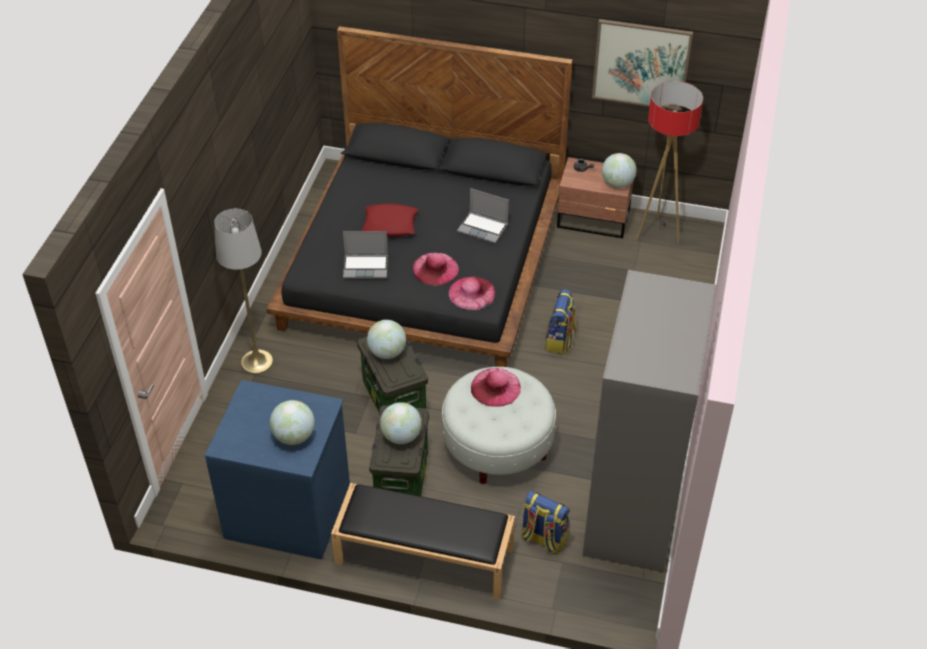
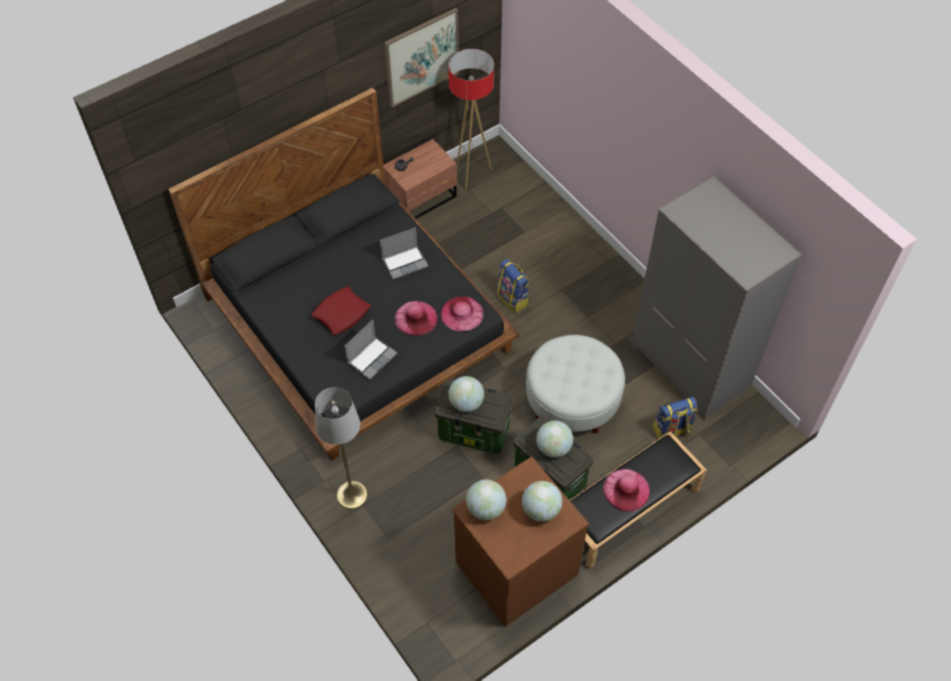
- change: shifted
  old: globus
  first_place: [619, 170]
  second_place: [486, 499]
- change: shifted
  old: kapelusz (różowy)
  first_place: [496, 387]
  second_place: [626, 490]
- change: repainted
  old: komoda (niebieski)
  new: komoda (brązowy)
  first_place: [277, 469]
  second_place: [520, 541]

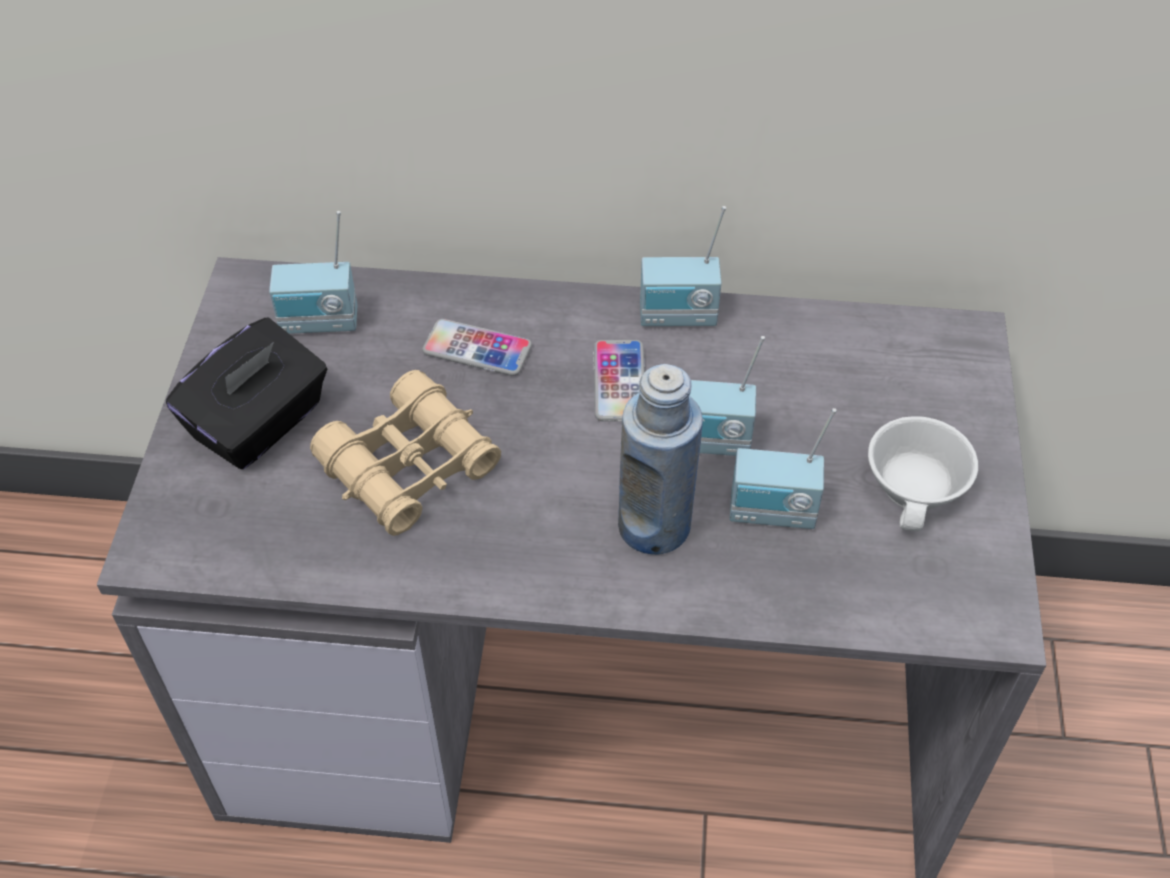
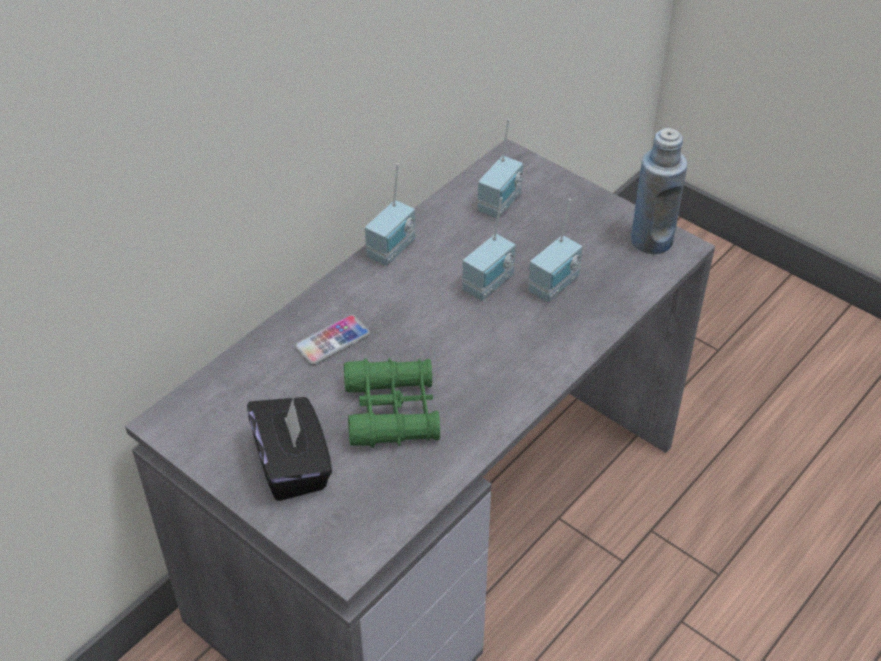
- change: shifted
  old: radio
  first_place: [313, 272]
  second_place: [500, 169]
- change: gone
  old: telefon
  first_place: [619, 380]
- change: shifted
  old: butelka (niebieski)
  first_place: [660, 459]
  second_place: [659, 191]
- change: repainted
  old: lornetka (beżowy)
  new: lornetka (zielony)
  first_place: [405, 453]
  second_place: [392, 403]
- change: gone
  old: filiżanka (biały)
  first_place: [923, 473]

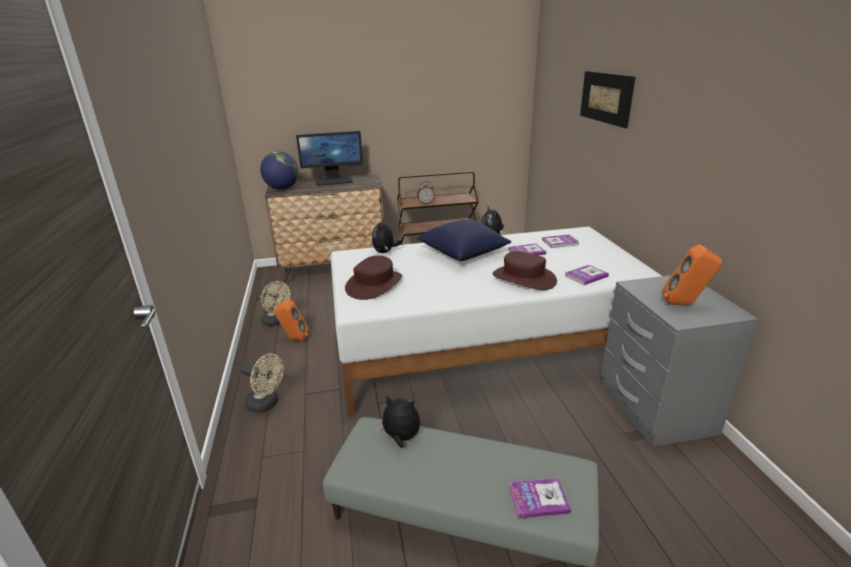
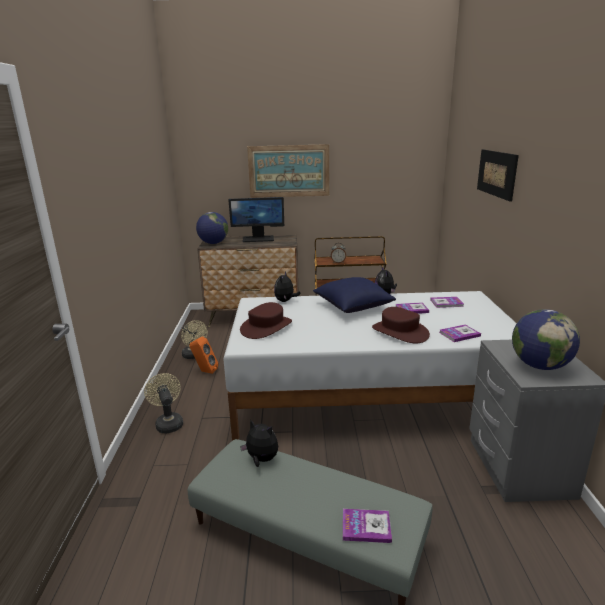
- change: swapped
  old: głośnik (pomarańczowy)
  new: globus
  first_place: [692, 274]
  second_place: [546, 339]
- change: rotated
  old: wentylator (beżowy)
  first_place: [262, 383]
  second_place: [163, 403]
  degrees: -150
- change: new
  new: obraz
  second_place: [288, 171]

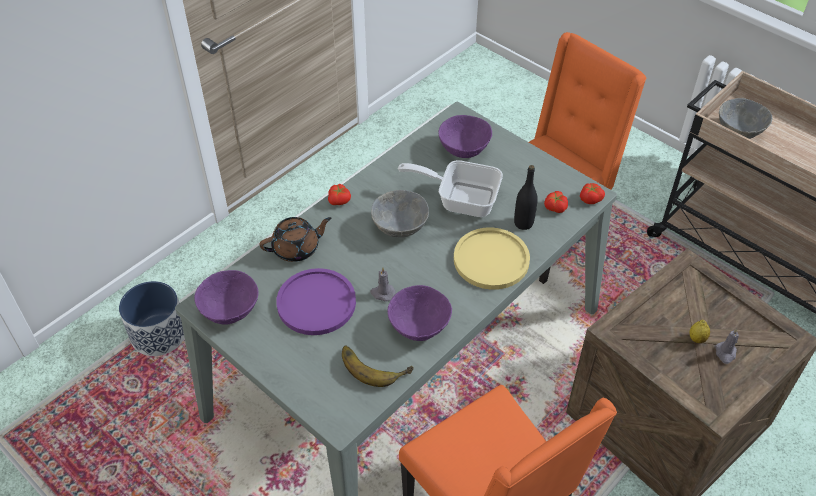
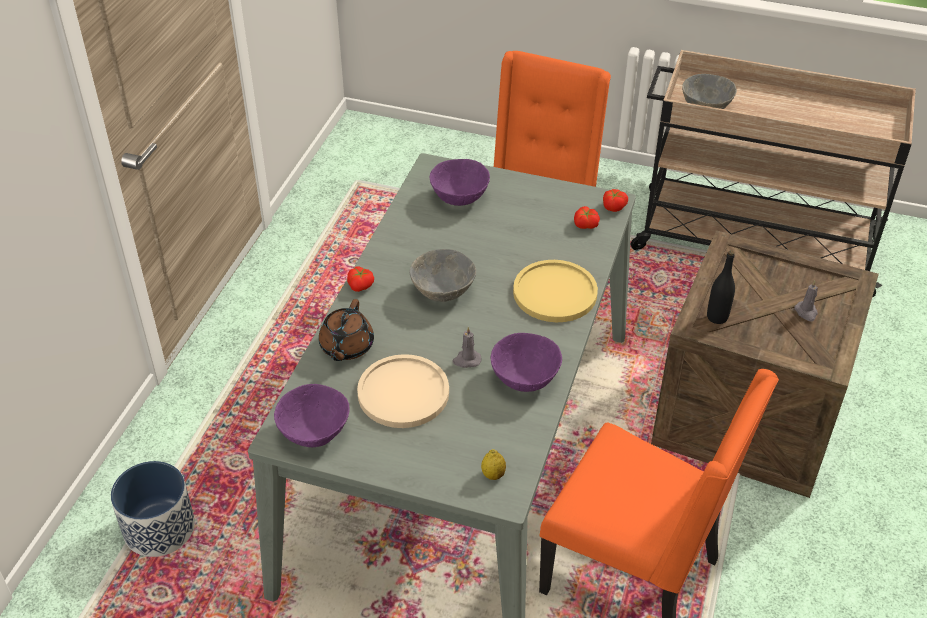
- change: gone
  old: patelnia
  first_place: [450, 188]
- change: shifted
  old: butelka (czarny)
  first_place: [526, 197]
  second_place: [721, 287]
- change: rotated
  old: imbryk (brązowy)
  first_place: [295, 239]
  second_place: [346, 330]
  degrees: 150
- change: repainted
  old: talerz (fioletowy)
  new: talerz (beżowy)
  first_place: [316, 301]
  second_place: [403, 391]
- change: shifted
  old: cytryna
  first_place: [700, 331]
  second_place: [493, 464]
- change: gone
  old: banan
  first_place: [378, 366]

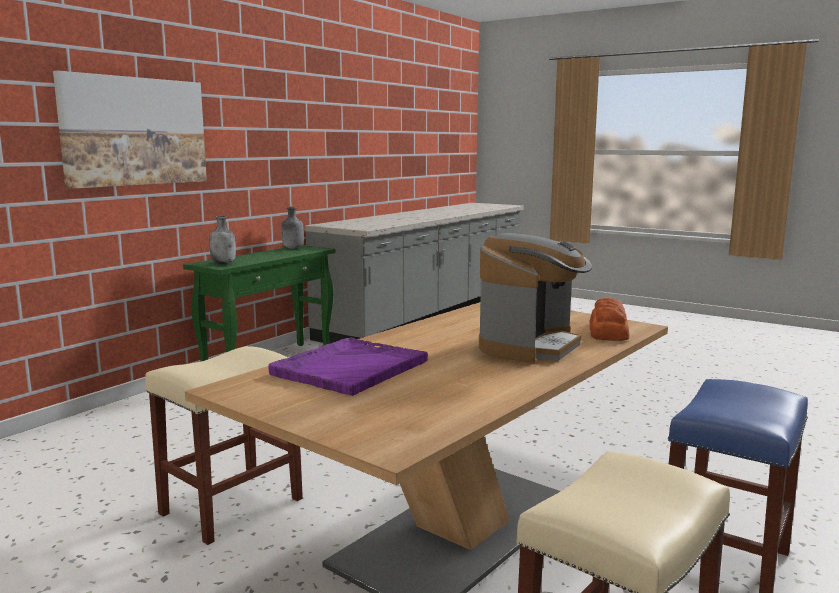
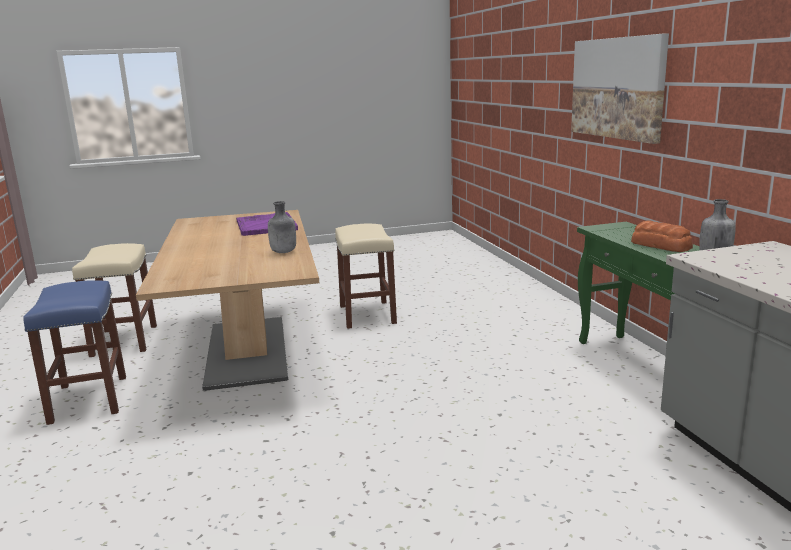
- change: shifted
  old: butelka (szary)
  first_place: [222, 240]
  second_place: [282, 227]
- change: gone
  old: ekspres do kawy
  first_place: [535, 298]
- change: shifted
  old: chleb
  first_place: [609, 319]
  second_place: [662, 236]

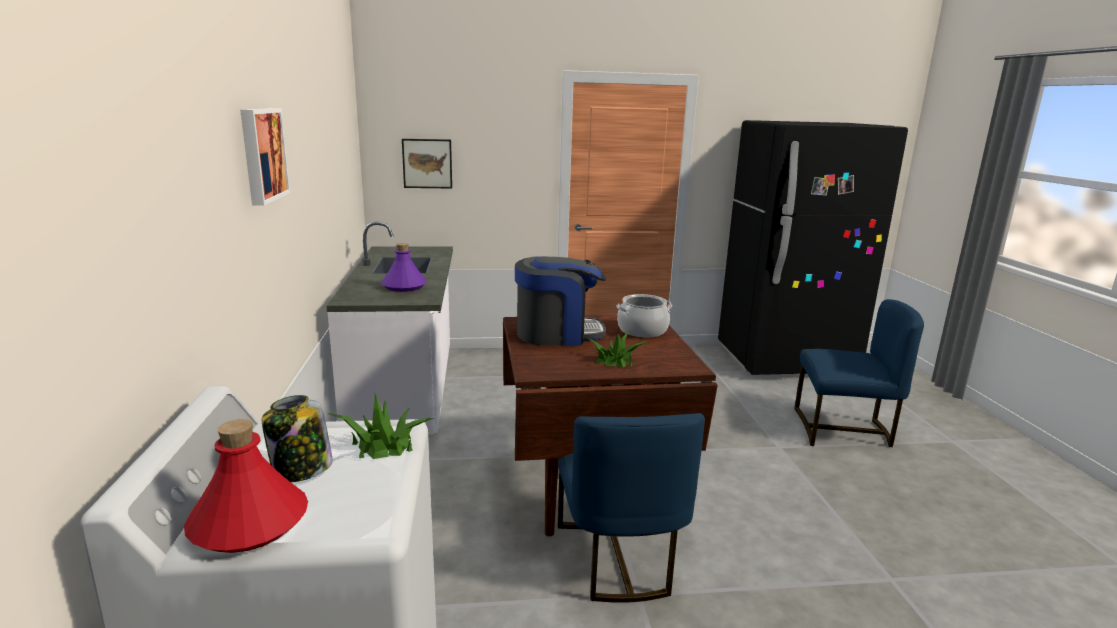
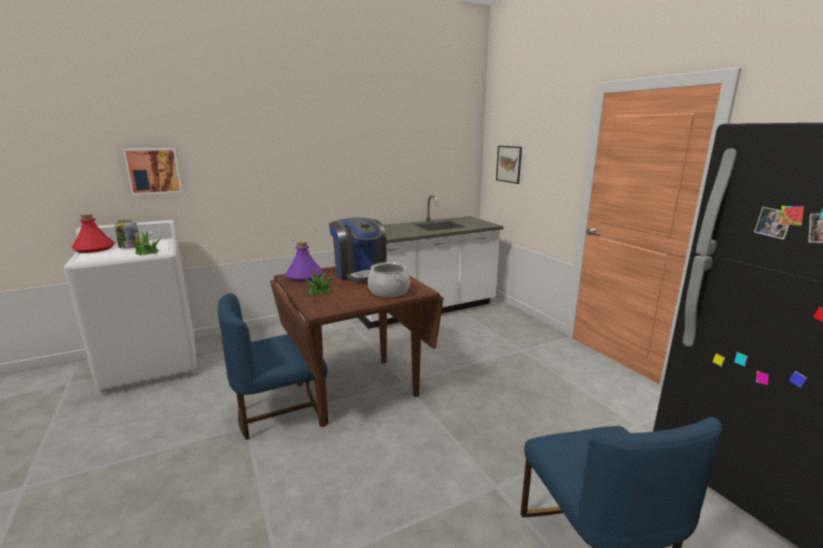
- change: shifted
  old: obraz
  first_place: [265, 157]
  second_place: [152, 171]
- change: shifted
  old: butelka (fioletowy)
  first_place: [404, 267]
  second_place: [304, 261]

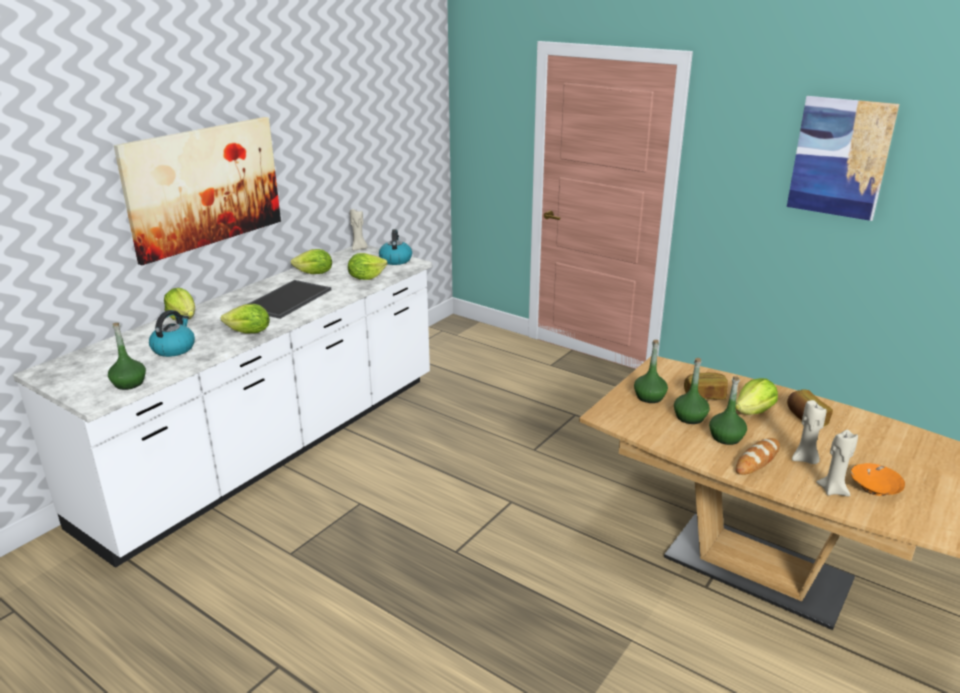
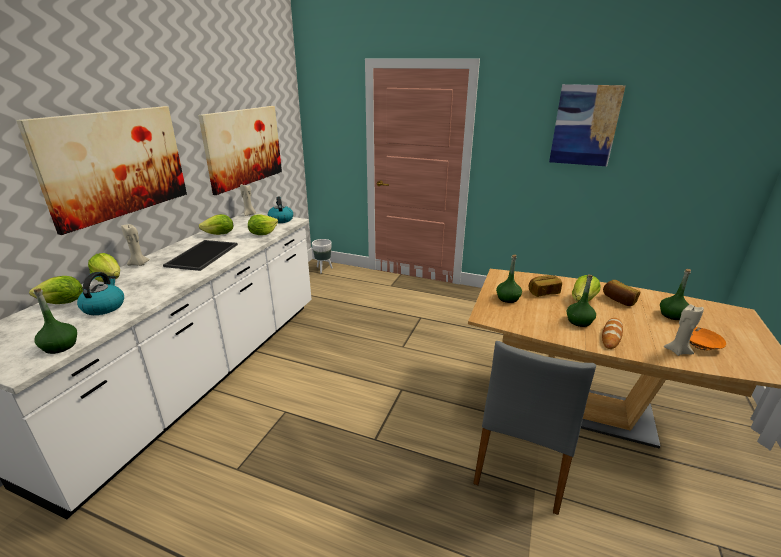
- change: shifted
  old: sałata
  first_place: [245, 318]
  second_place: [56, 290]
- change: shifted
  old: butelka (zielony)
  first_place: [692, 391]
  second_place: [675, 294]
- change: shifted
  old: świeca (beżowy)
  first_place: [809, 432]
  second_place: [135, 245]
- change: new
  new: obraz
  second_place: [240, 150]
- change: new
  new: donica (biały)
  second_place: [322, 256]
- change: new
  new: krzesło (szary)
  second_place: [534, 428]

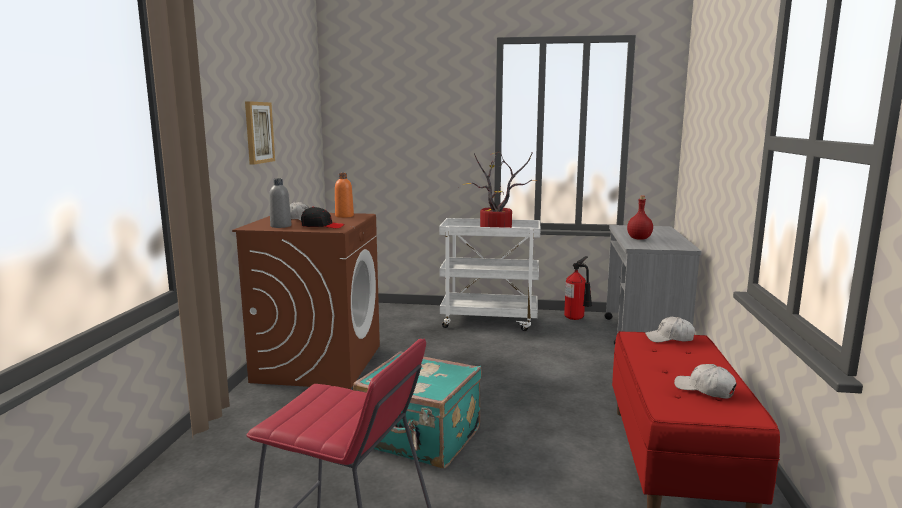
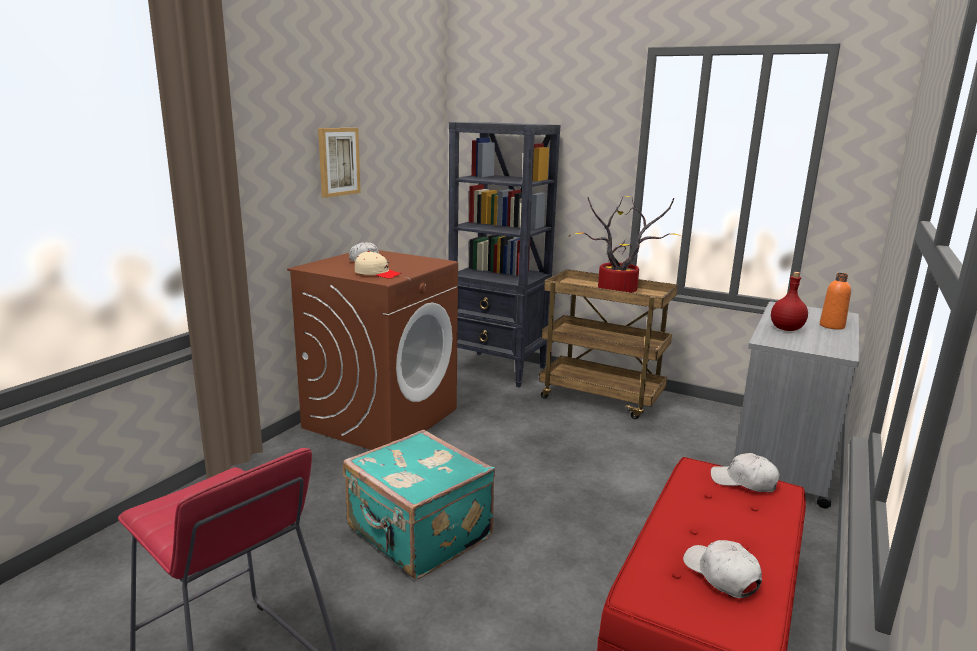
- change: shifted
  old: butelka (pomarańczowy)
  first_place: [344, 195]
  second_place: [835, 301]
- change: gone
  old: butelka (szary)
  first_place: [280, 203]
- change: repainted
  old: czapka z daszkiem (czarny)
  new: czapka z daszkiem (beżowy)
  first_place: [322, 217]
  second_place: [378, 264]
- change: repainted
  old: wózek (biały)
  new: wózek (brązowy)
  first_place: [490, 274]
  second_place: [608, 344]
- change: gone
  old: gaśnica
  first_place: [578, 288]
- change: new
  new: regał (czarny)
  second_place: [504, 255]

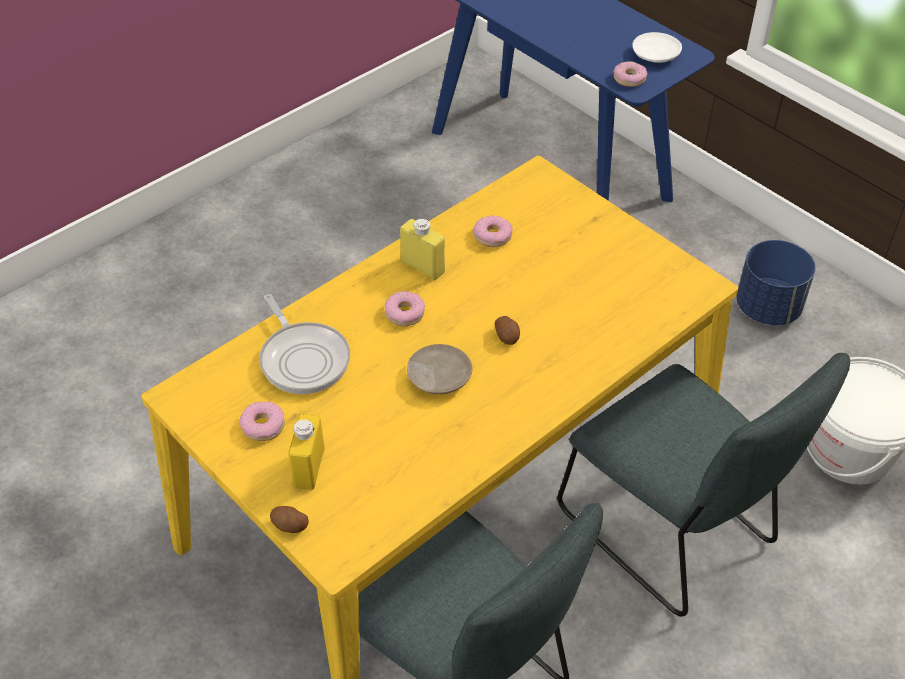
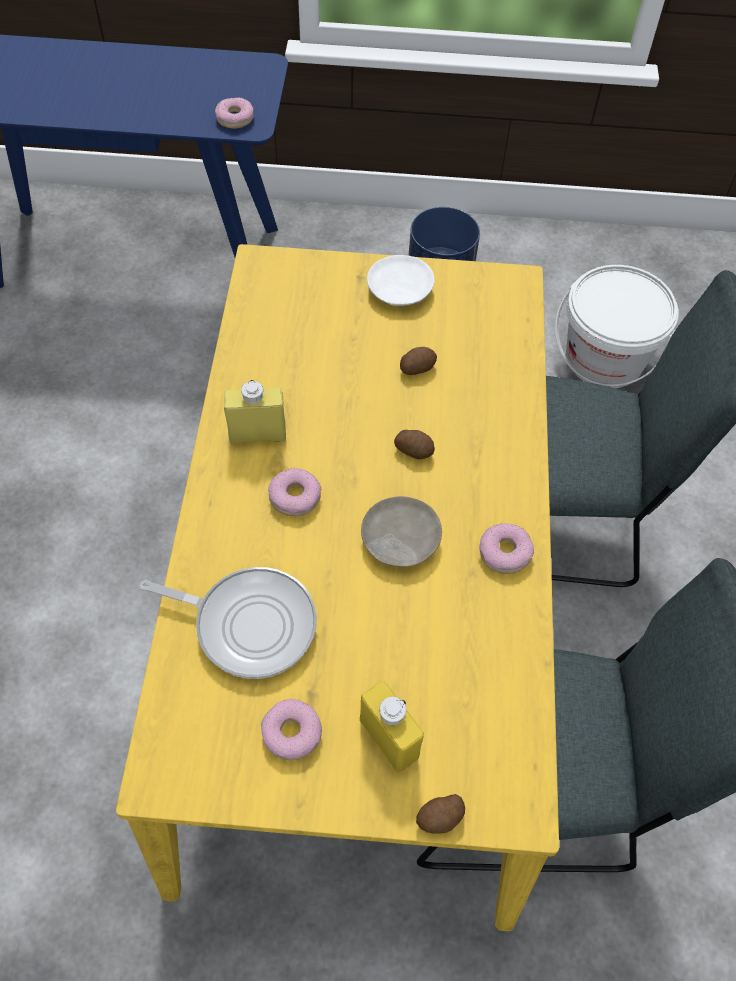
- change: shifted
  old: talerz (biały)
  first_place: [657, 47]
  second_place: [401, 280]
- change: shifted
  old: donut
  first_place: [493, 231]
  second_place: [506, 548]
- change: new
  new: ziemniak
  second_place: [418, 361]

